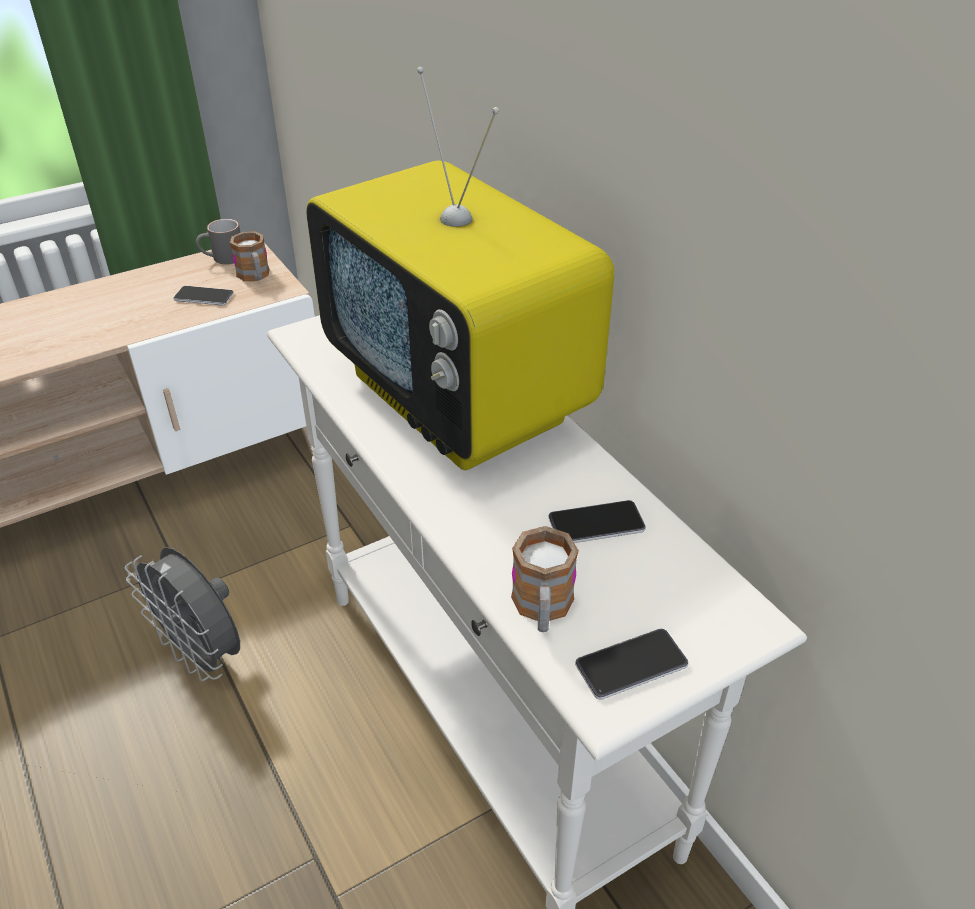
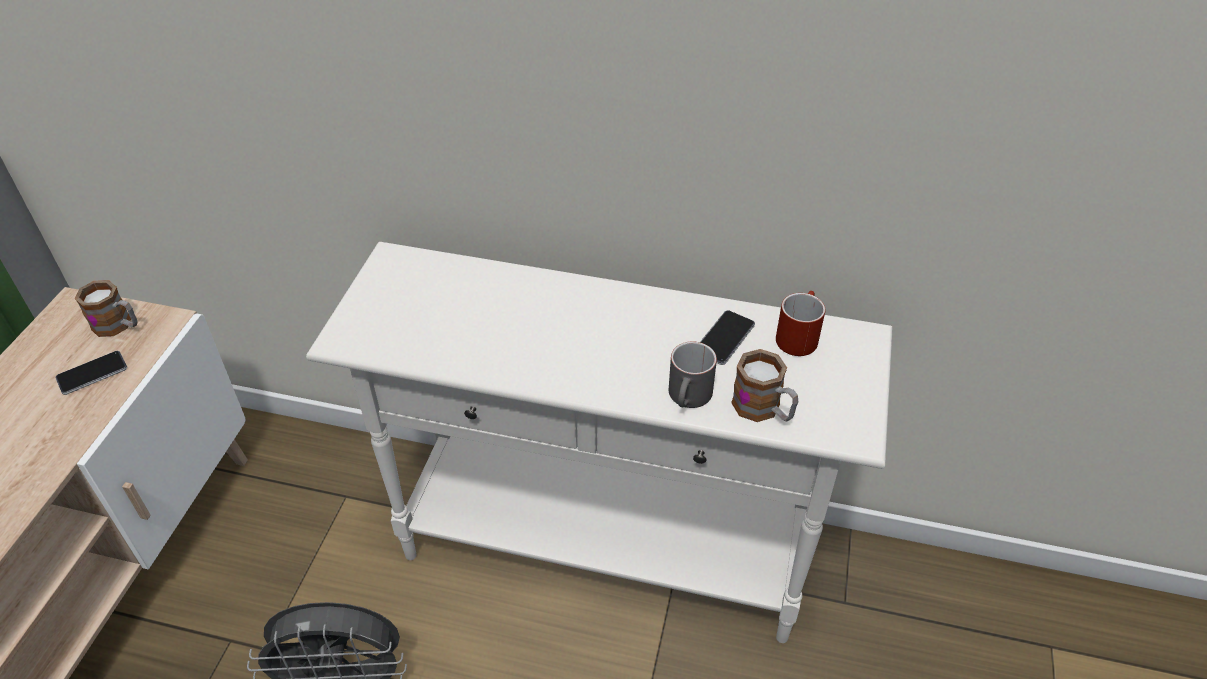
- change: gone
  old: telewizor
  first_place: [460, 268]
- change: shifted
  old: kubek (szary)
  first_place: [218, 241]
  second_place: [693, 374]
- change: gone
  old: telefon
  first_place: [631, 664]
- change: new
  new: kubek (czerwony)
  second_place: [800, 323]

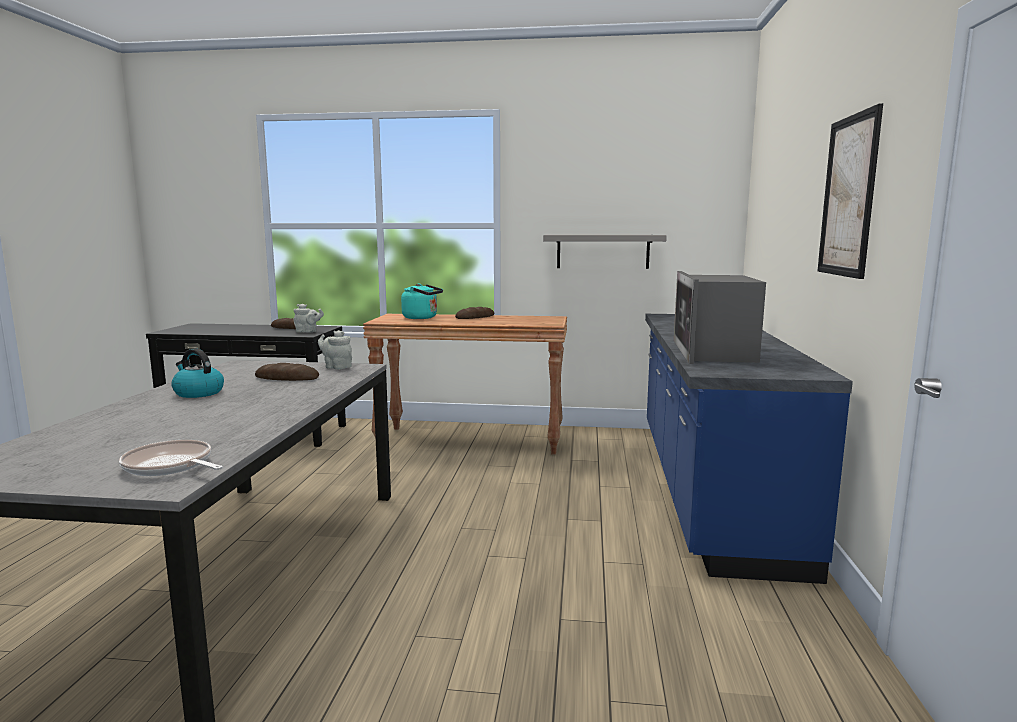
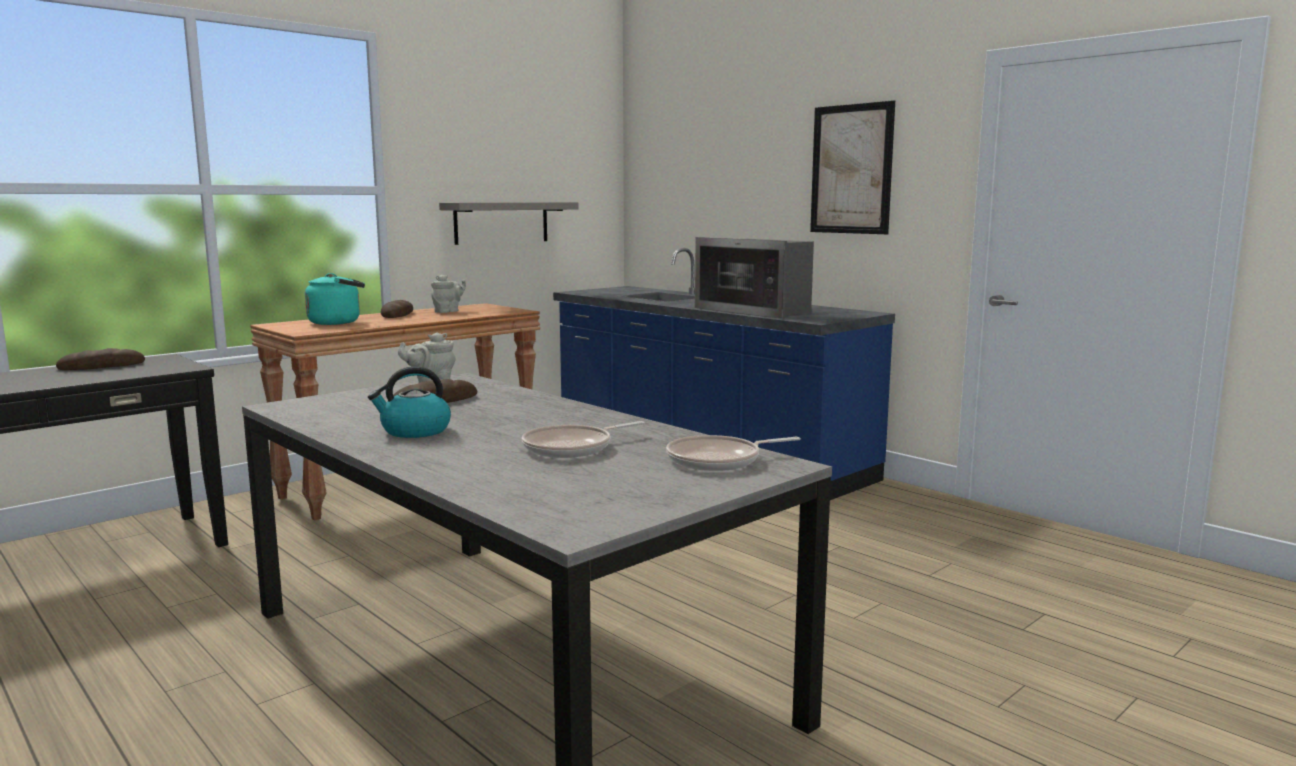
- change: shifted
  old: imbryk (szary)
  first_place: [309, 318]
  second_place: [448, 294]
- change: new
  new: patelnia
  second_place: [583, 439]

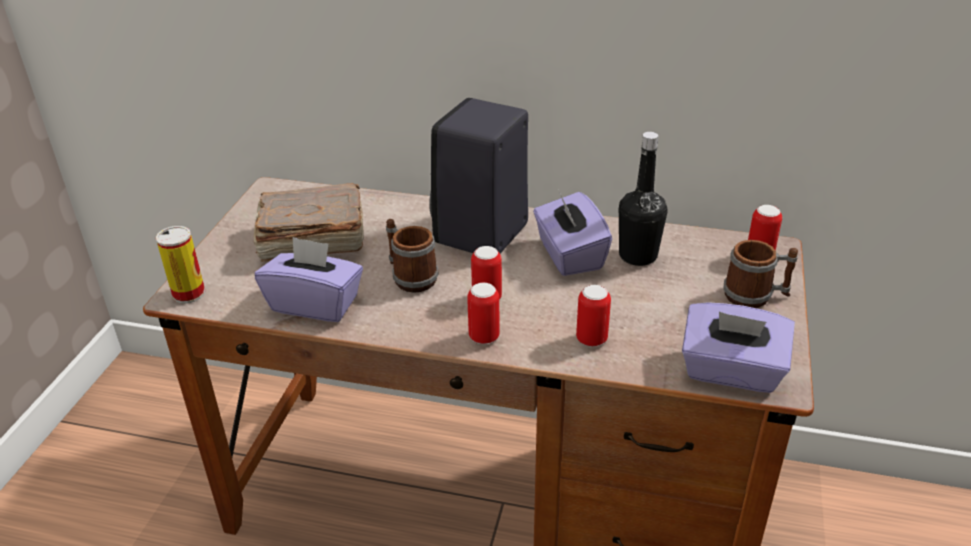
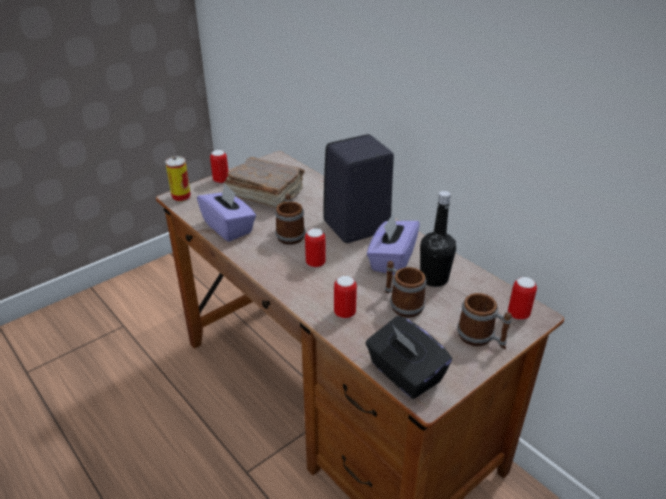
- change: shifted
  old: puszka
  first_place: [483, 314]
  second_place: [219, 166]
- change: repainted
  old: pudełko chusteczek (fioletowy)
  new: pudełko chusteczek (czarny)
  first_place: [738, 347]
  second_place: [408, 357]
- change: new
  new: kubek
  second_place: [406, 289]

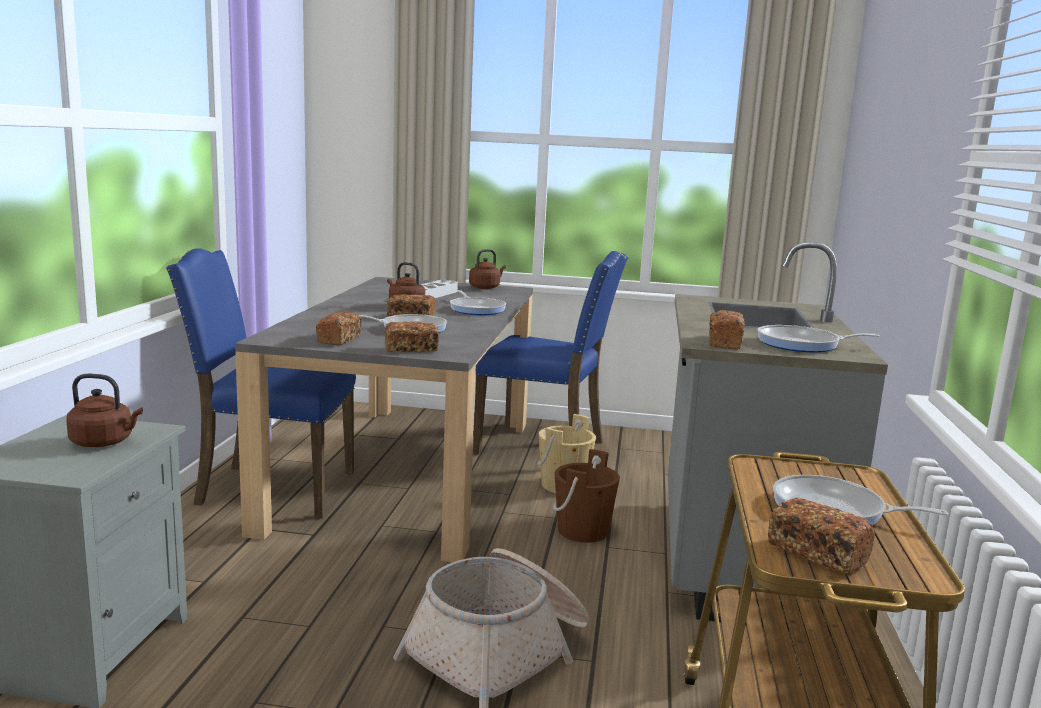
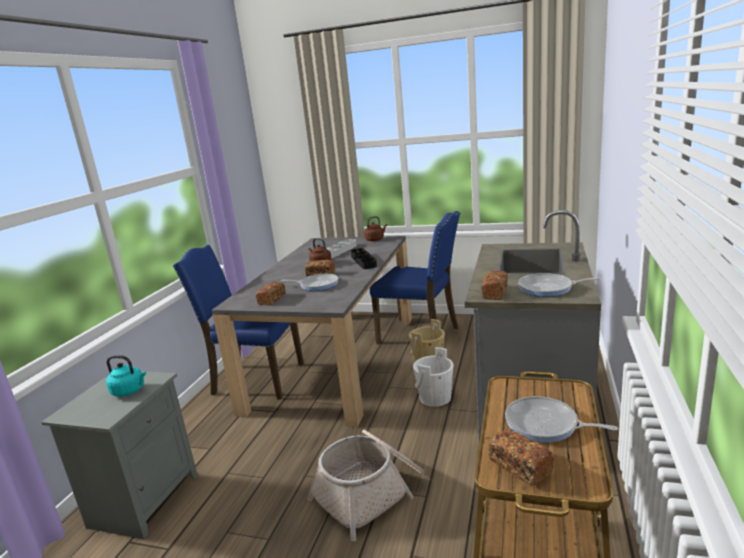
- change: swapped
  old: patelnia
  new: taca (czarny)
  first_place: [478, 302]
  second_place: [364, 258]
- change: gone
  old: chleb
  first_place: [412, 336]
- change: repainted
  old: czajnik (brązowy)
  new: czajnik (turkusowy)
  first_place: [104, 410]
  second_place: [126, 376]
- change: repainted
  old: wiadro (brązowy)
  new: wiadro (biały)
  first_place: [586, 496]
  second_place: [433, 377]

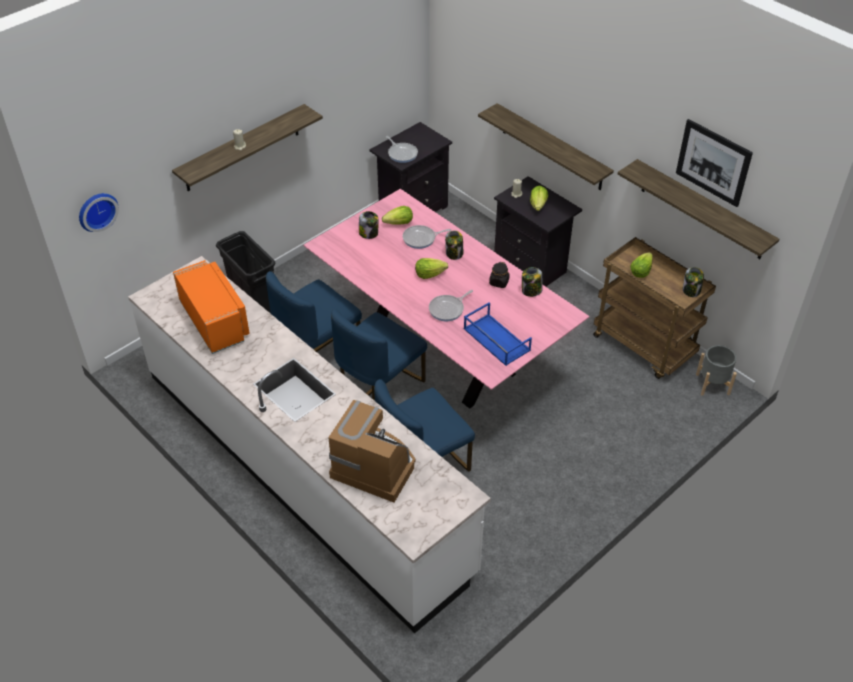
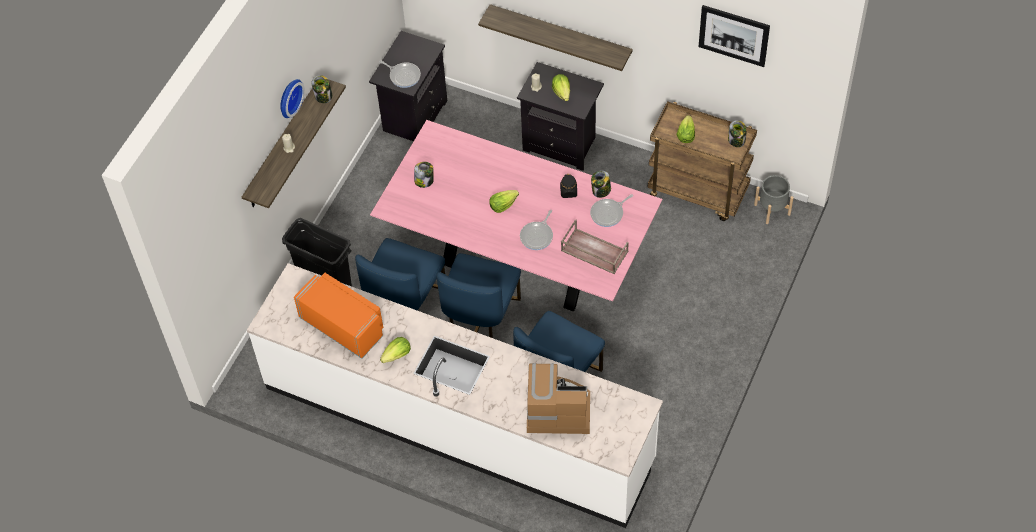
- change: gone
  old: półka
  first_place: [698, 209]
- change: shifted
  old: zegar ścienny
  first_place: [99, 212]
  second_place: [292, 98]
- change: shifted
  old: sałata
  first_place: [397, 215]
  second_place: [395, 350]
- change: shifted
  old: patelnia
  first_place: [427, 237]
  second_place: [611, 210]
- change: shifted
  old: słoik
  first_place: [454, 245]
  second_place: [322, 89]
- change: repainted
  old: taca (niebieski)
  new: taca (brązowy)
  first_place: [498, 334]
  second_place: [595, 246]

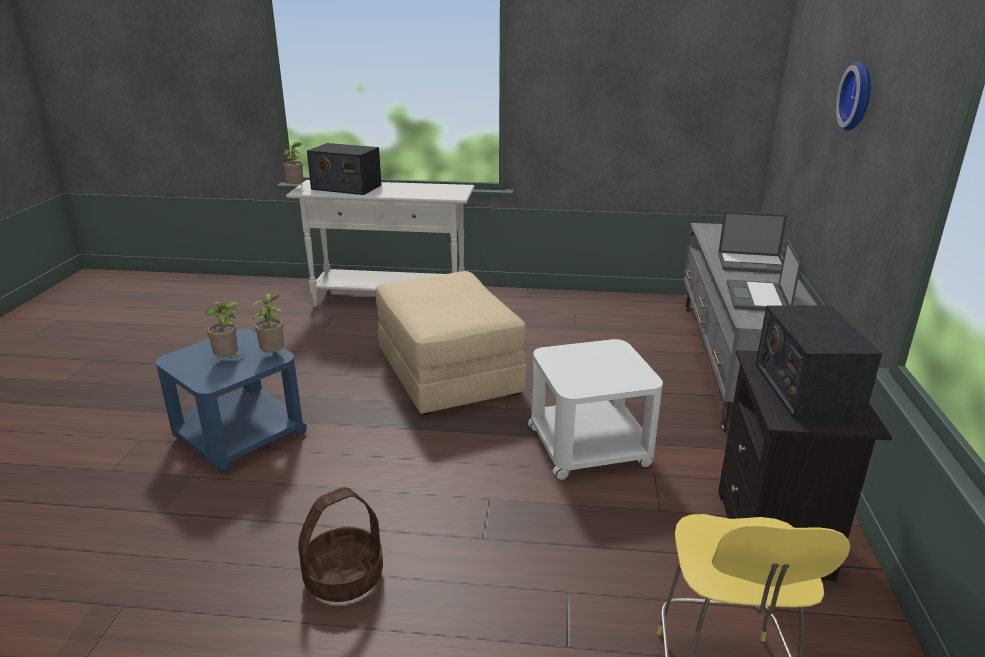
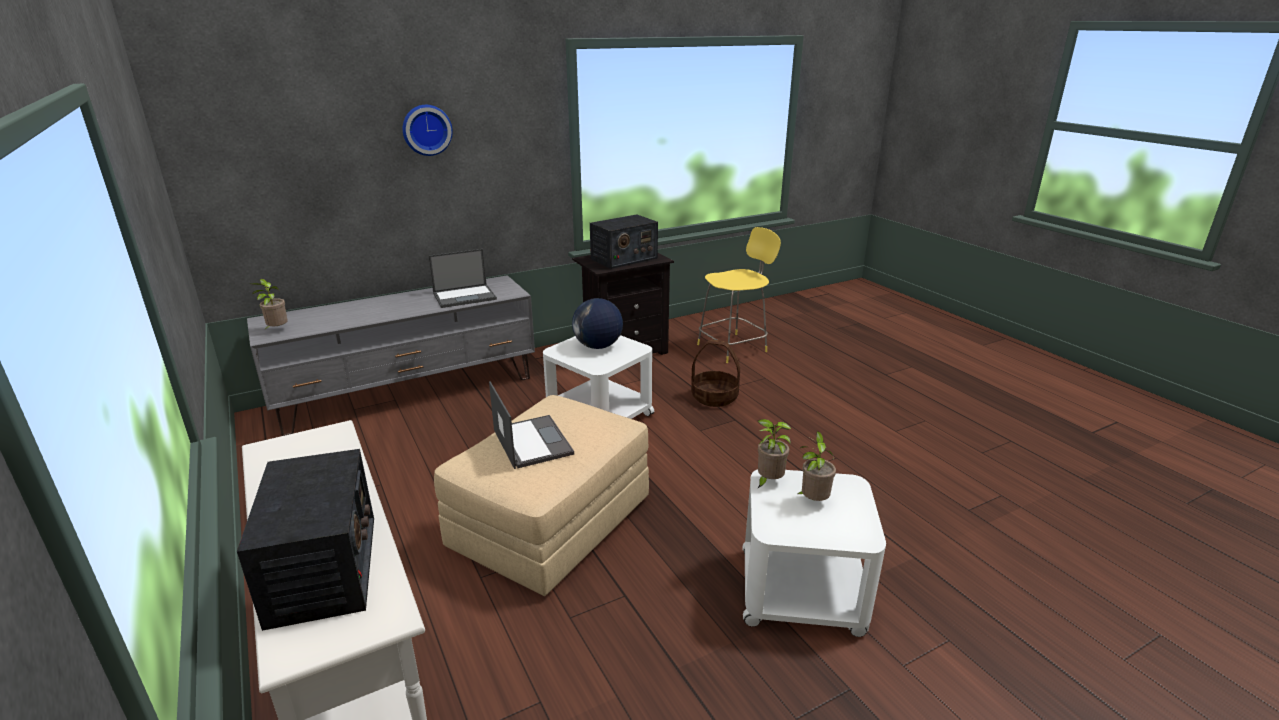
- change: shifted
  old: roślina doniczkowa
  first_place: [292, 163]
  second_place: [269, 304]
- change: shifted
  old: laptop
  first_place: [752, 242]
  second_place: [531, 425]
- change: repainted
  old: stolik (niebieski)
  new: stolik (biały)
  first_place: [231, 401]
  second_place: [814, 553]
- change: shifted
  old: koszyk
  first_place: [340, 544]
  second_place: [715, 373]
- change: new
  new: globus
  second_place: [597, 323]

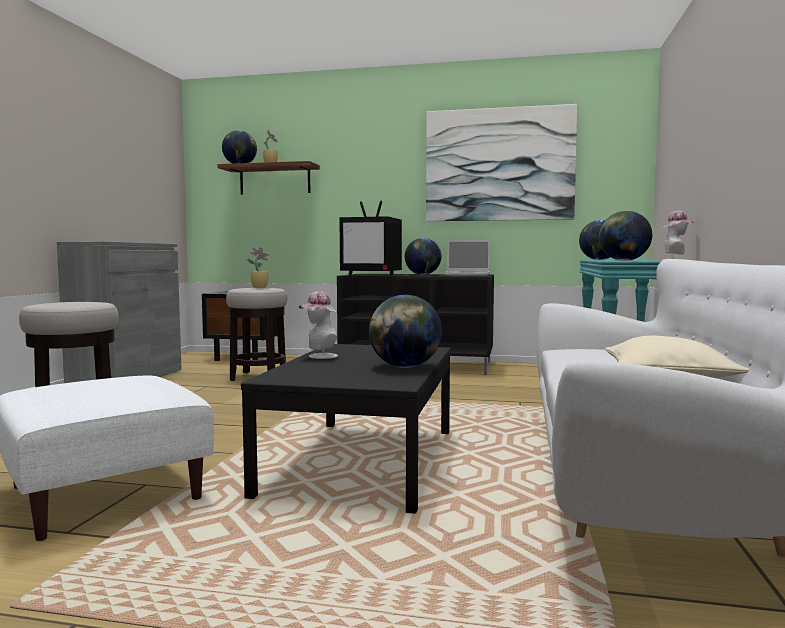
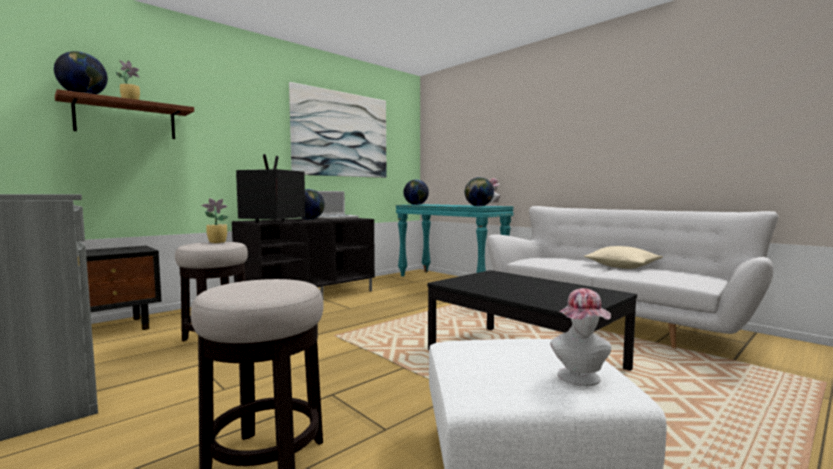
- change: rotated
  old: telewizor
  first_place: [371, 238]
  second_place: [271, 188]
  degrees: 150
- change: shifted
  old: kapelusz
  first_place: [318, 325]
  second_place: [581, 337]
- change: gone
  old: globus
  first_place: [405, 331]

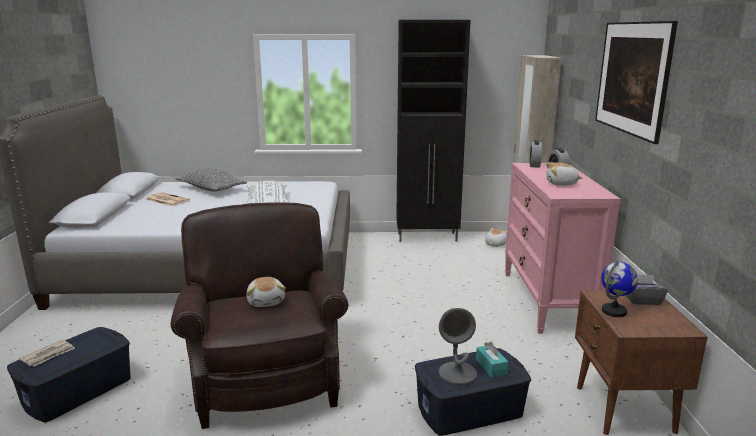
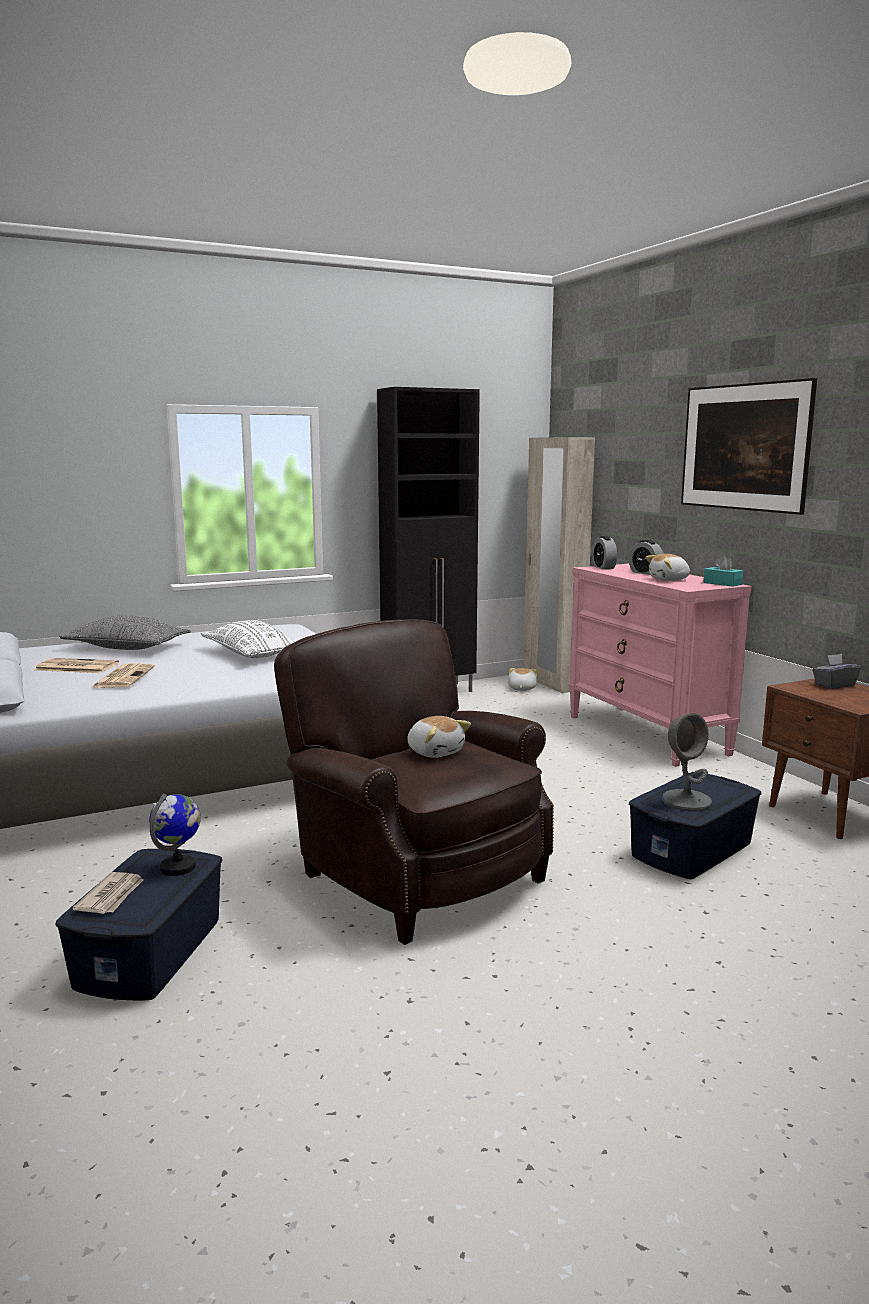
- change: shifted
  old: globus
  first_place: [619, 289]
  second_place: [175, 835]
- change: shifted
  old: pudełko chusteczek (turkusowy)
  first_place: [492, 359]
  second_place: [723, 571]
- change: new
  new: gazeta
  second_place: [123, 675]

